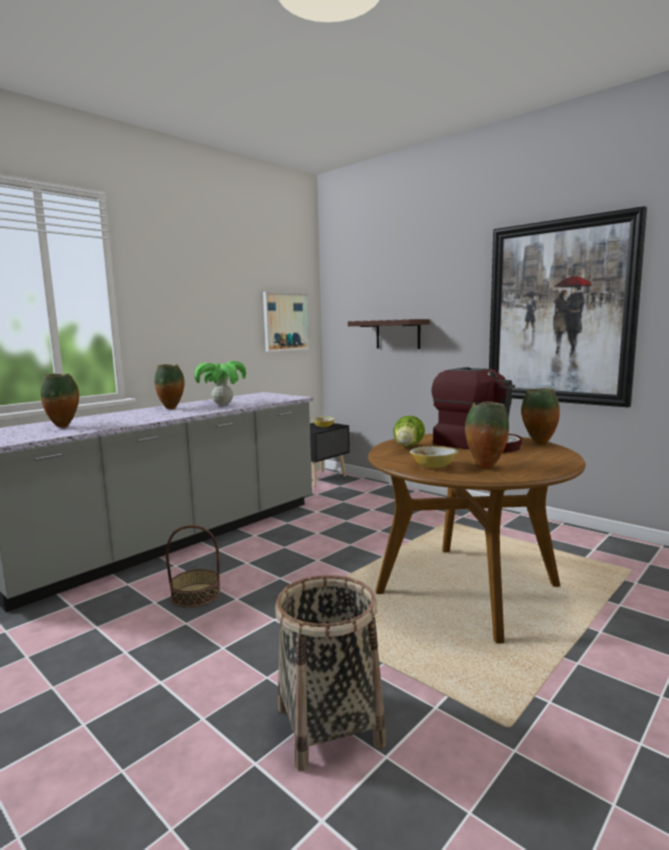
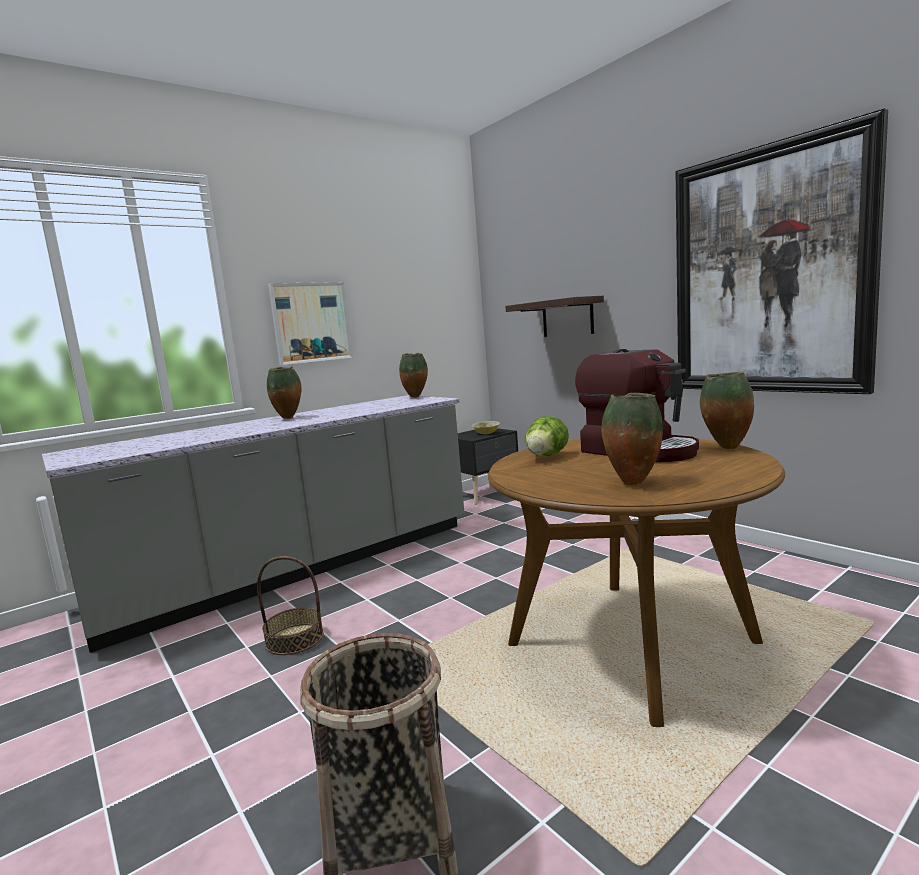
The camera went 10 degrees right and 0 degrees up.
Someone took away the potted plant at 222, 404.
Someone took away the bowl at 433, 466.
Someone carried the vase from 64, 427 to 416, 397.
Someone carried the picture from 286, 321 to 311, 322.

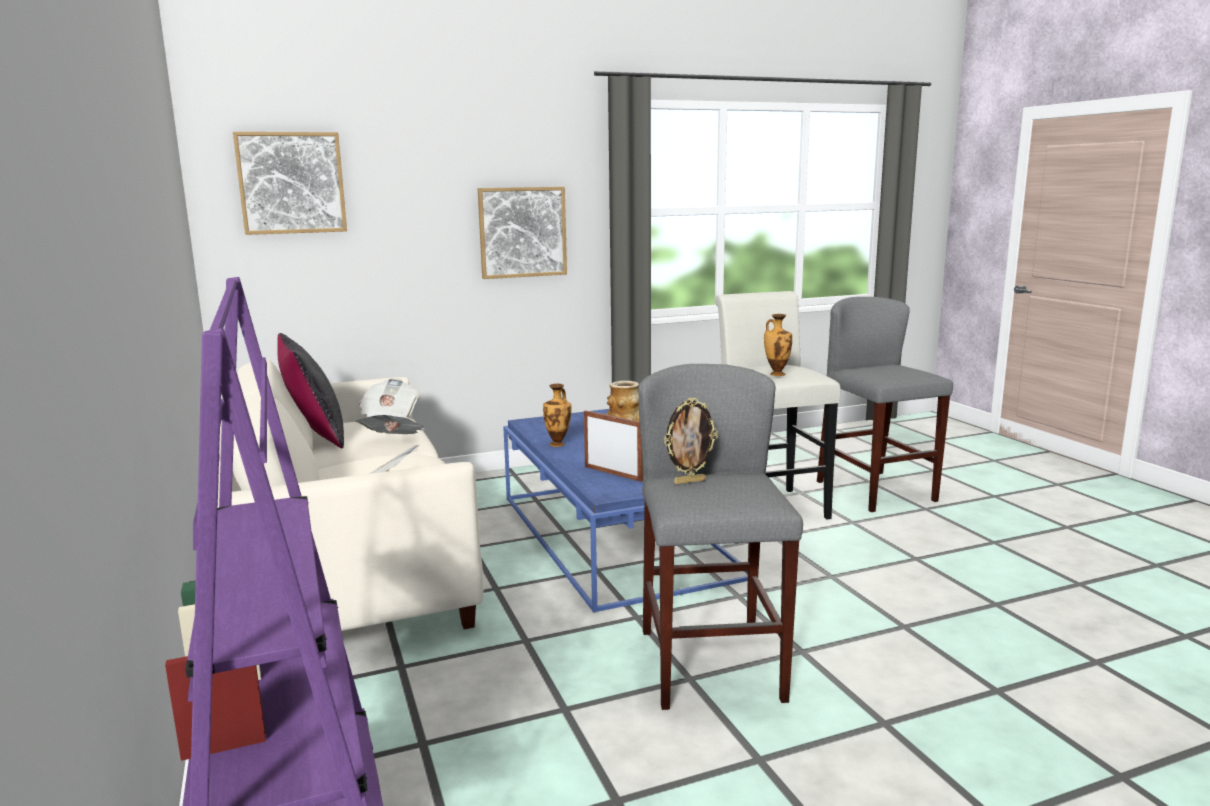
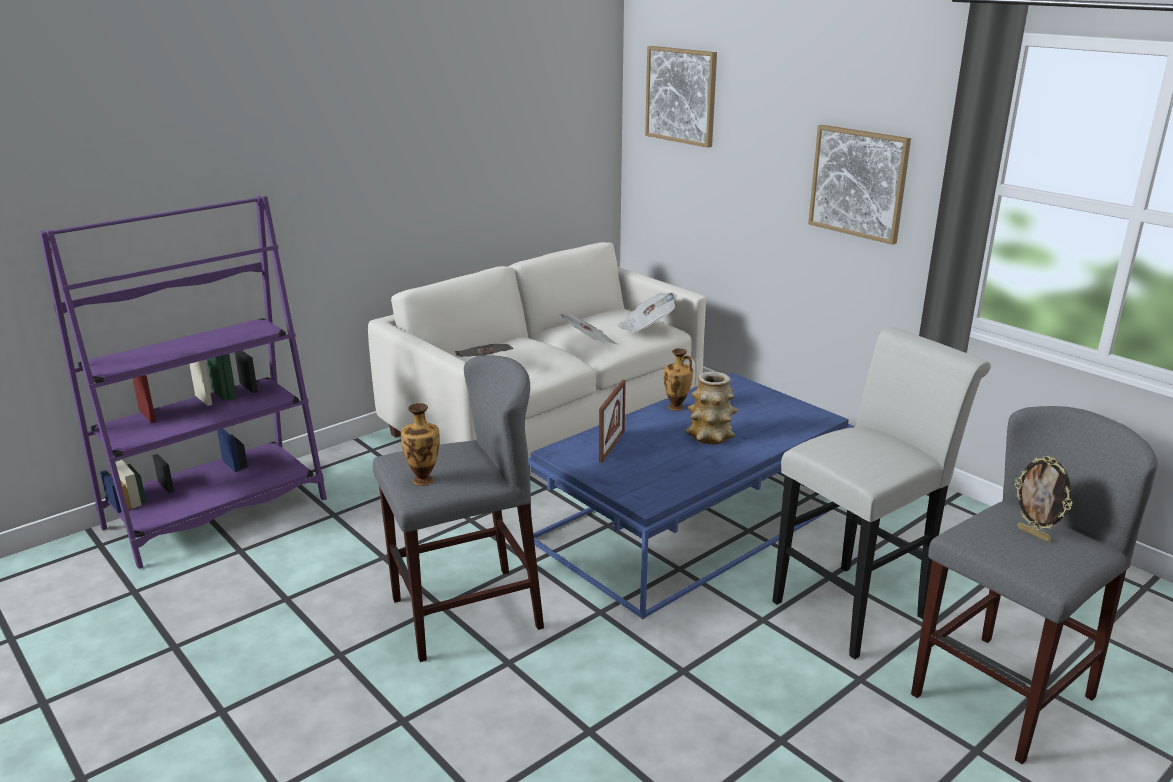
The camera went 70 degrees right and 10 degrees up.
Someone took away the pillow in black at 315, 436.
Someone carried the picture frame from 689, 481 to 1034, 534.
Someone carried the vase from 776, 374 to 423, 479.

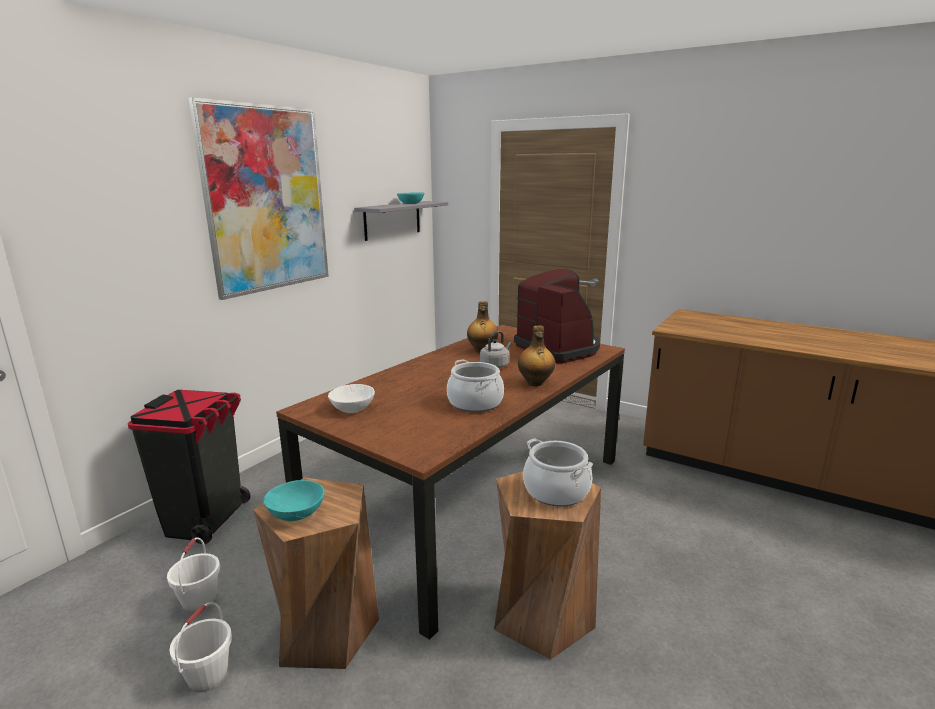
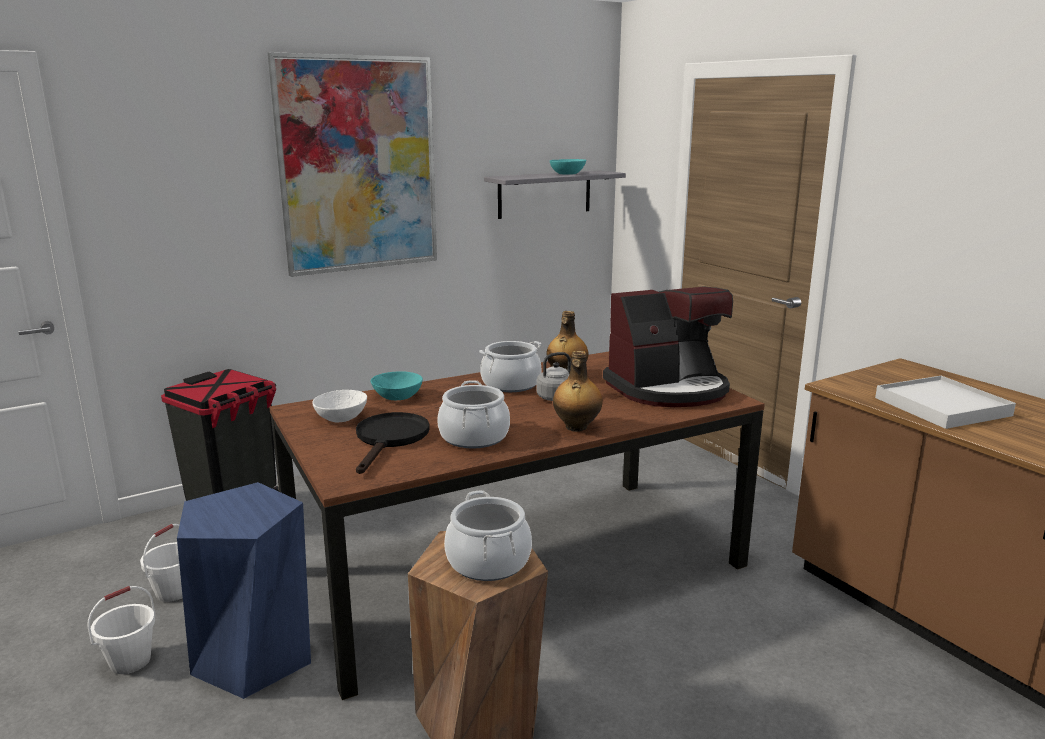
The camera went 25 degrees right and 0 degrees up.
Someone put down the frying pan in black at 390, 439.
Someone put down the cooking pot at 511, 384.
Someone put down the tray in white at 942, 406.
Someone carried the bowl in turquoise from 296, 513 to 397, 397.
Someone repainted the stool in brown at 325, 631, which became the stool in blue at 254, 656.
Someone rotated the coffee machine at 558, 348 by 75 degrees clockwise.

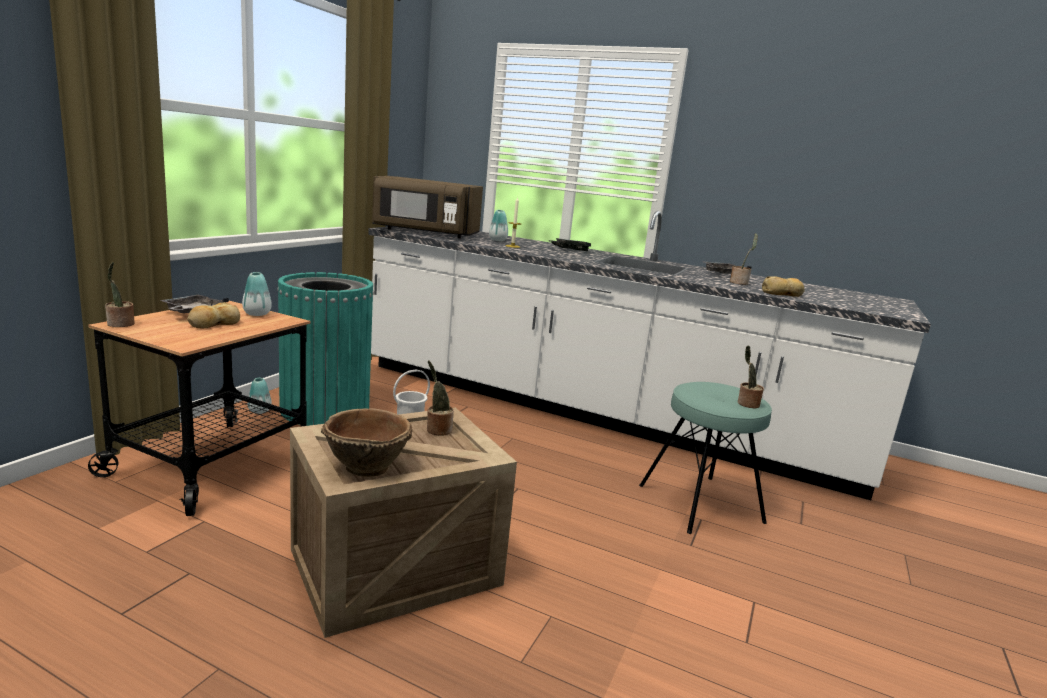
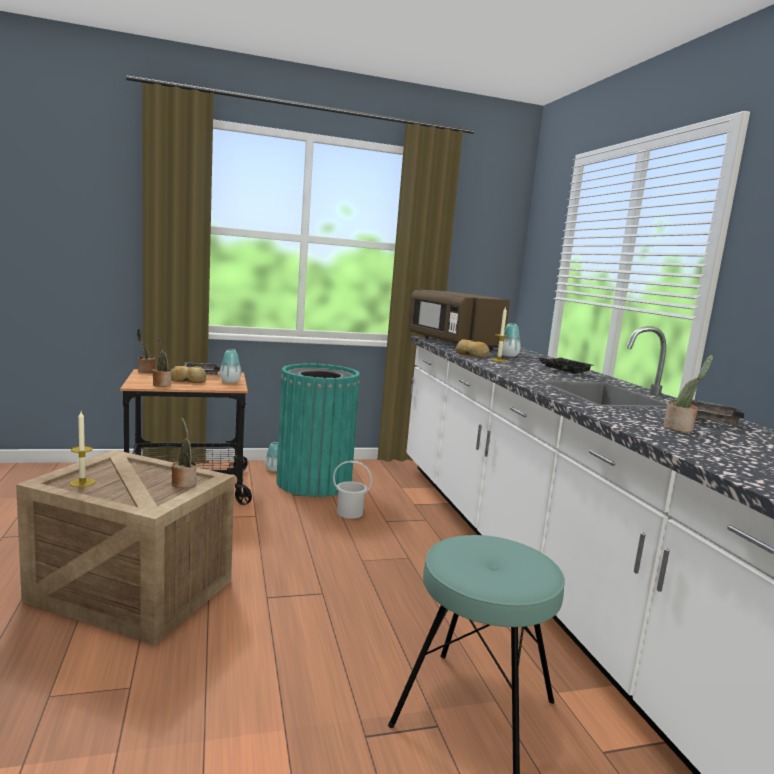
The camera went 50 degrees right and 5 degrees down.
Someone carried the potted plant from 746, 404 to 161, 384.
Someone carried the bread from 782, 294 to 471, 355.
Someone swapped the bowl in brown at 366, 467 for the candle at 82, 482.

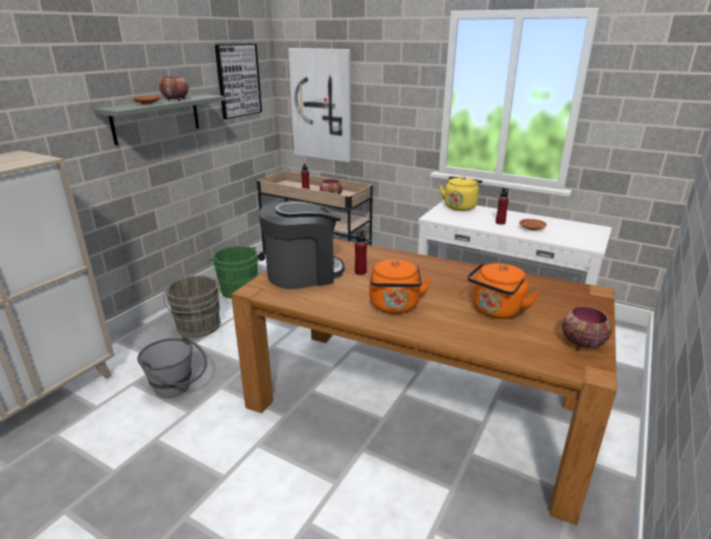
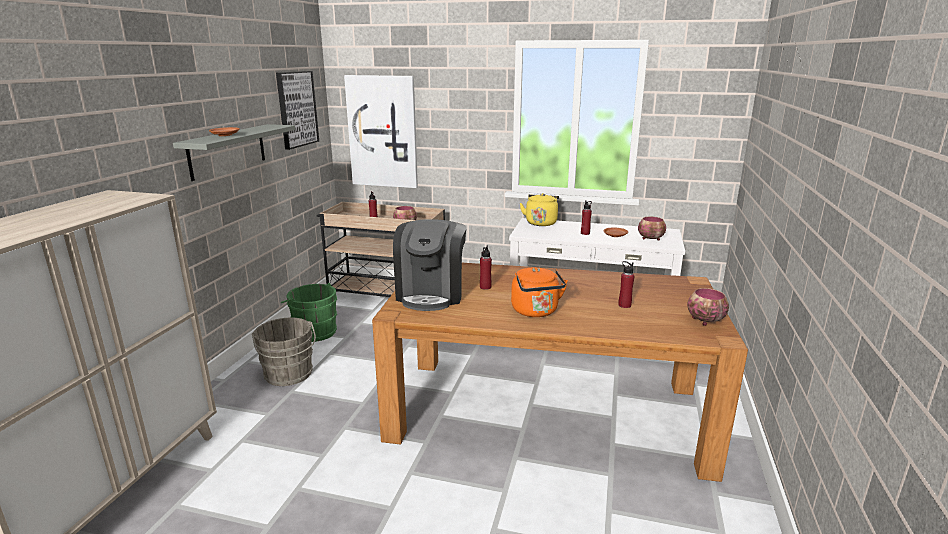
The camera went 15 degrees left and 5 degrees down.
Someone took away the bucket in grey at 178, 389.
Someone carried the bowl from 176, 100 to 651, 239.
Someone swapped the kettle in orange at 496, 311 for the bottle in red at 624, 305.
Someone rotated the coffee machine at 303, 273 by 135 degrees clockwise.

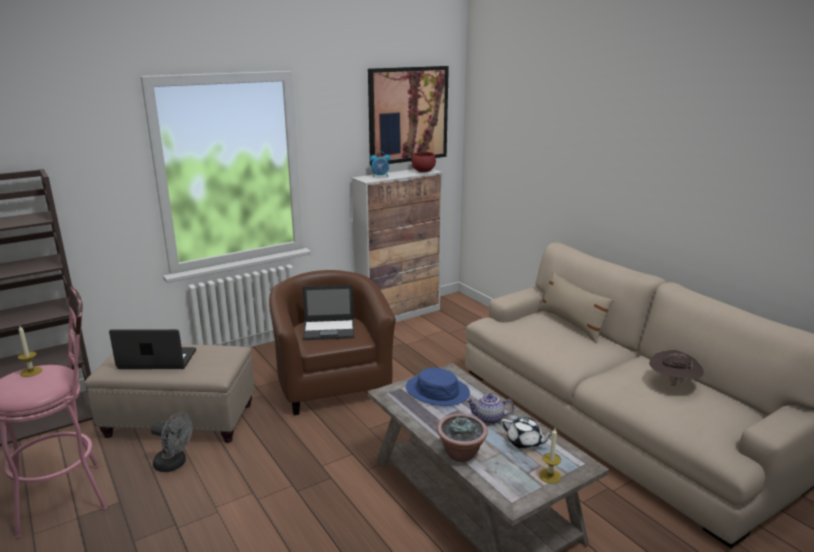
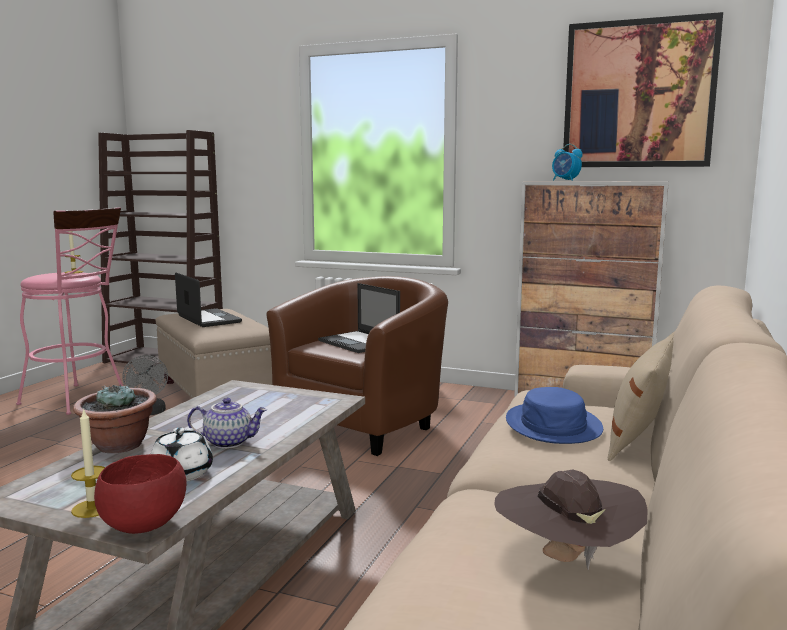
The camera went 55 degrees right and 10 degrees down.
Someone carried the hat in blue from 437, 391 to 553, 425.
Someone carried the bowl in red from 423, 171 to 143, 525.
Someone rotated the teapot at 488, 419 by 120 degrees clockwise.

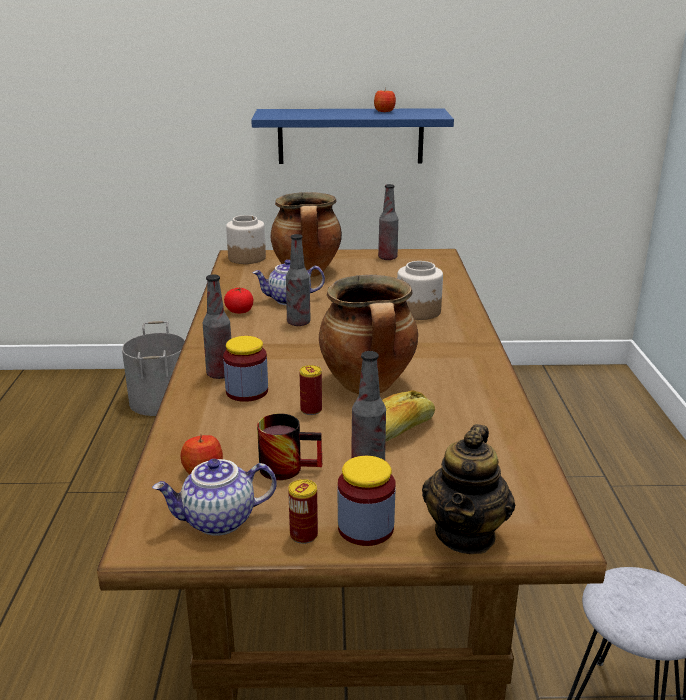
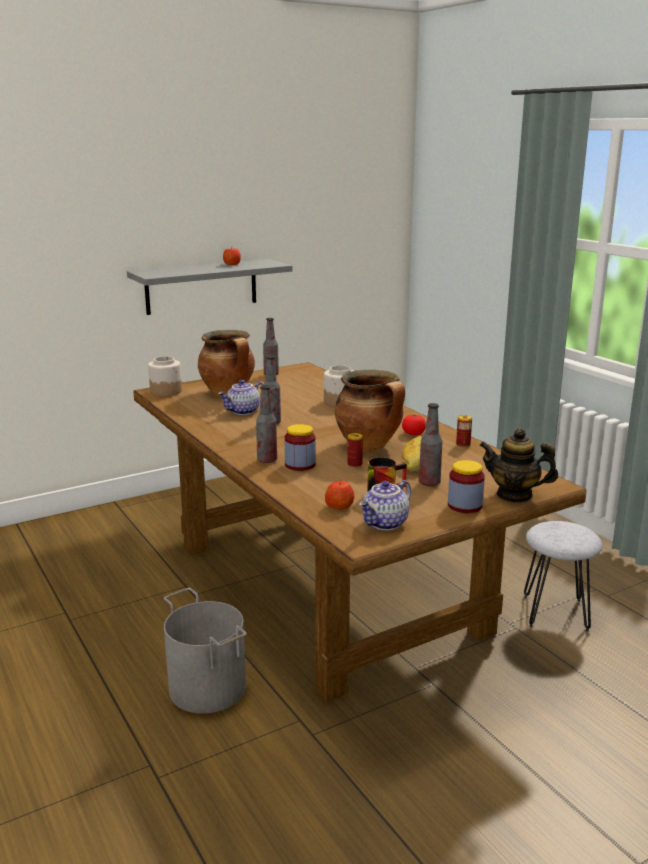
The camera went 30 degrees left and 5 degrees down.
Someone carried the bucket in grey from 159, 400 to 206, 688.
Someone carried the tomato from 239, 311 to 413, 433.
Someone carried the can from 303, 535 to 463, 445.
Someone repainted the shelf in blue at 350, 136, which became the shelf in grey at 201, 286.
Someone rotated the teapot at 466, 534 by 120 degrees clockwise.

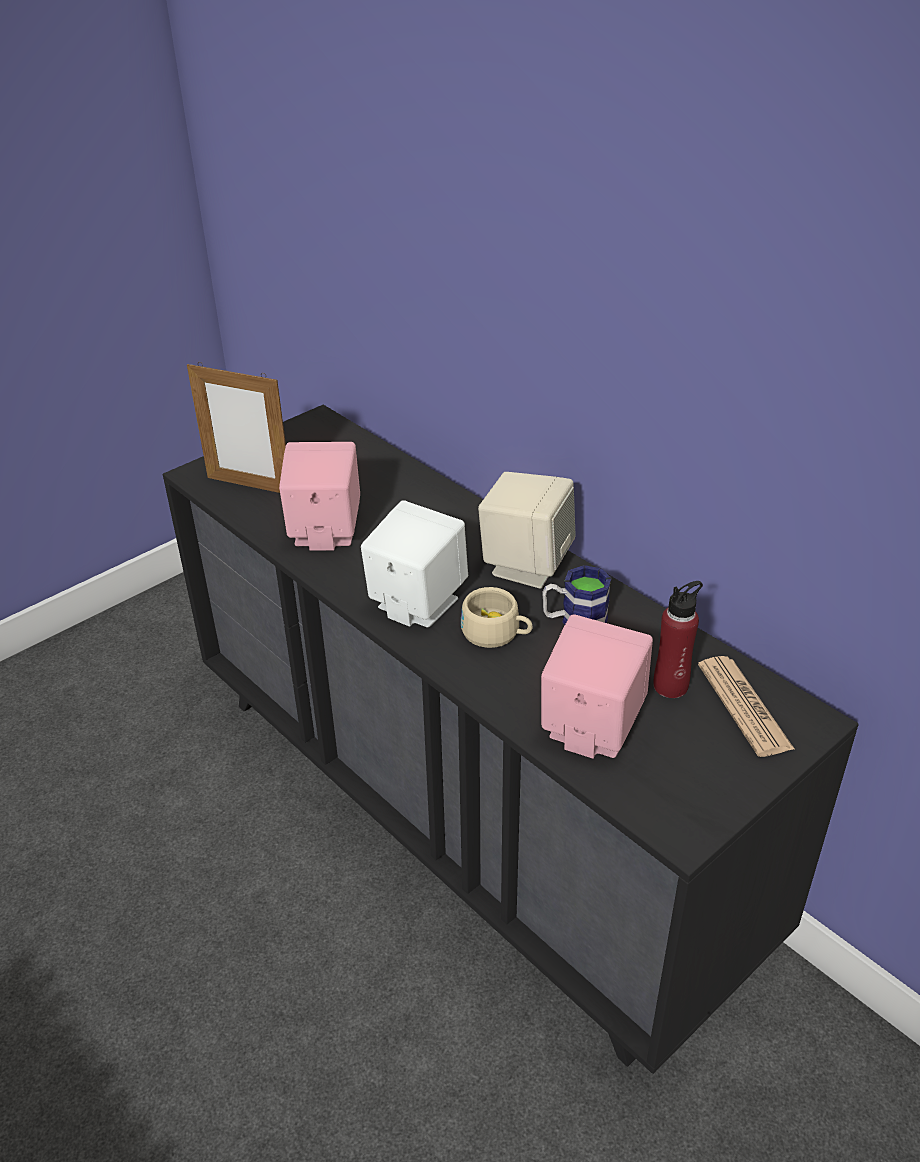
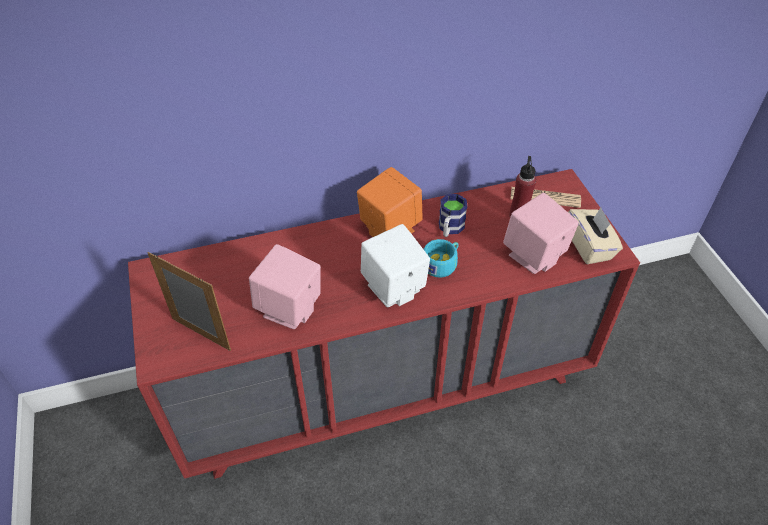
The camera went 65 degrees left and 10 degrees up.
Someone put down the tissue box in beige at 589, 247.
Someone repainted the dresser in black at 465, 815, which became the dresser in red at 385, 384.
Someone repainted the cup in beige at 496, 633, which became the cup in turquoise at 442, 263.
Someone repainted the speaker in beige at 526, 564, which became the speaker in orange at 389, 228.
Someone rotated the picture frame at 249, 486 by 105 degrees counterclockwise.

